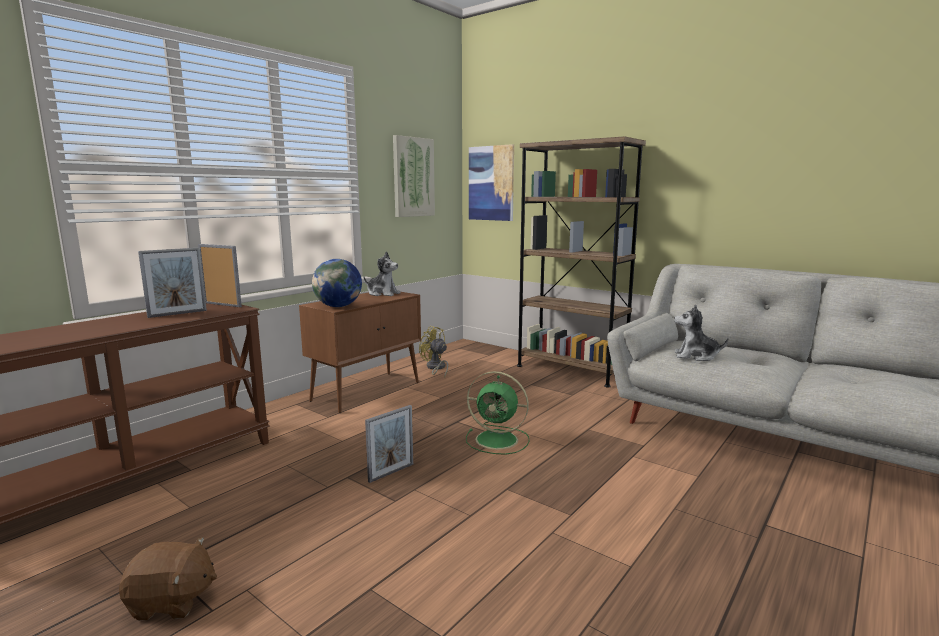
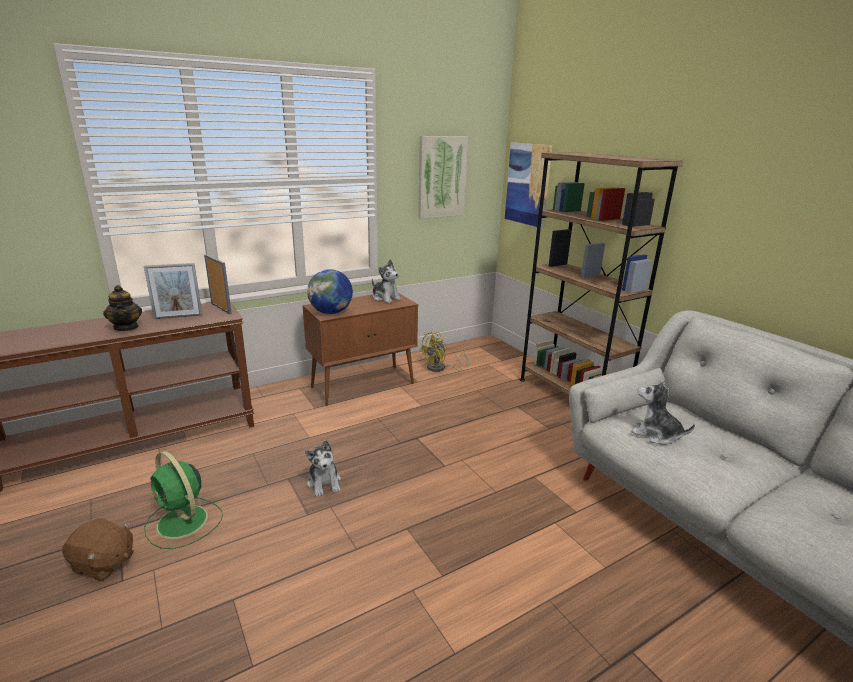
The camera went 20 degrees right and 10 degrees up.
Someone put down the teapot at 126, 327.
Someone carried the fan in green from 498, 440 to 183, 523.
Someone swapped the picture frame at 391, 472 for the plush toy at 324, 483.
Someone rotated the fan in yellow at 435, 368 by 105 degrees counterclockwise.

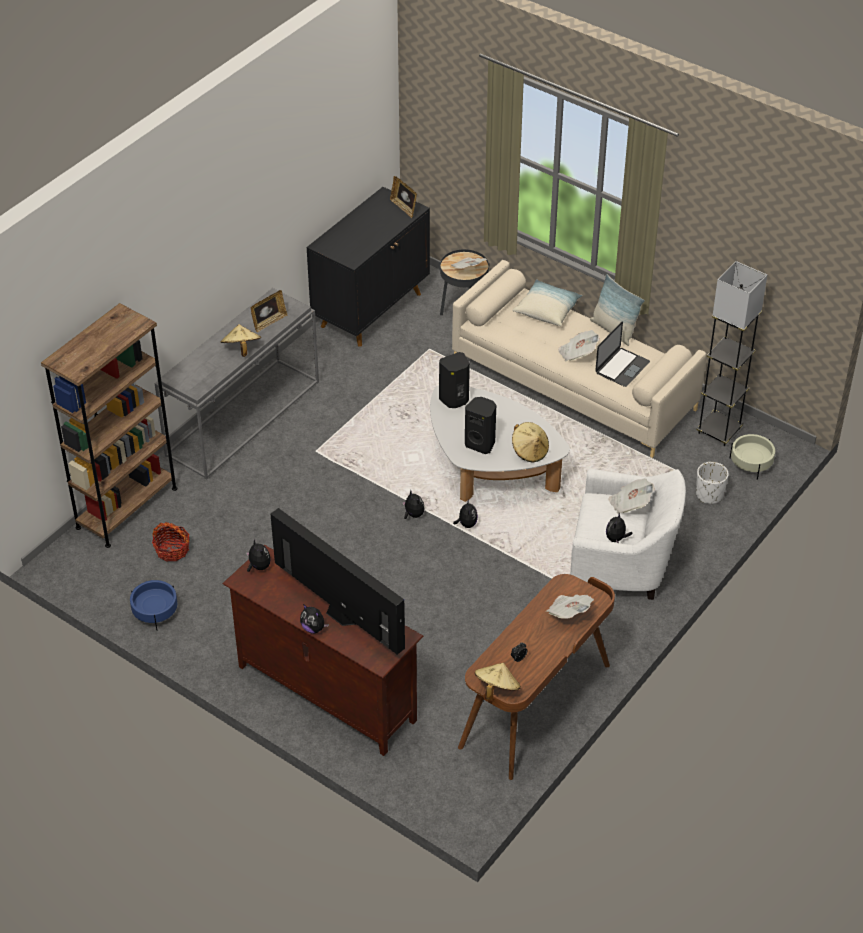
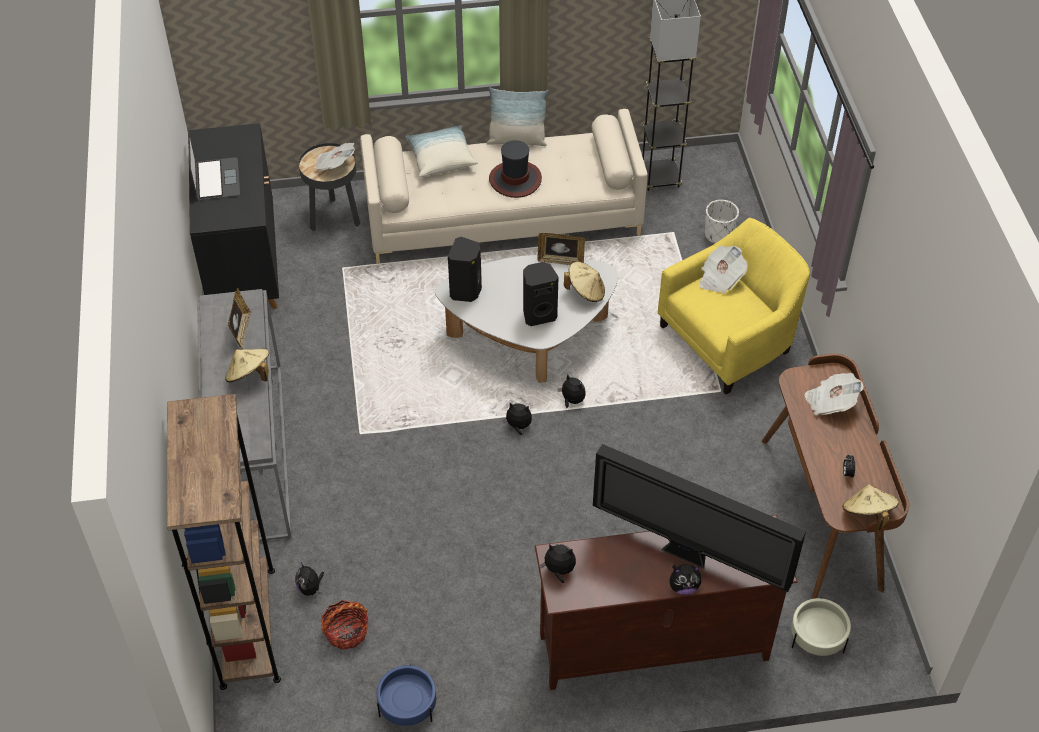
The camera went 45 degrees left and 5 degrees up.
Someone carried the picture frame from 404, 207 to 561, 261.
Someone carried the laptop from 622, 367 to 216, 179.
Someone carried the plush toy from 616, 539 to 310, 588.
Someone carried the planter in beige from 751, 464 to 817, 637.
Someone swapped the newspaper at 577, 353 for the hat at 515, 180.
Someone repainted the armchair in white at 622, 563, which became the armchair in yellow at 729, 339.
Someone rotated the television at 340, 615 by 150 degrees counterclockwise.

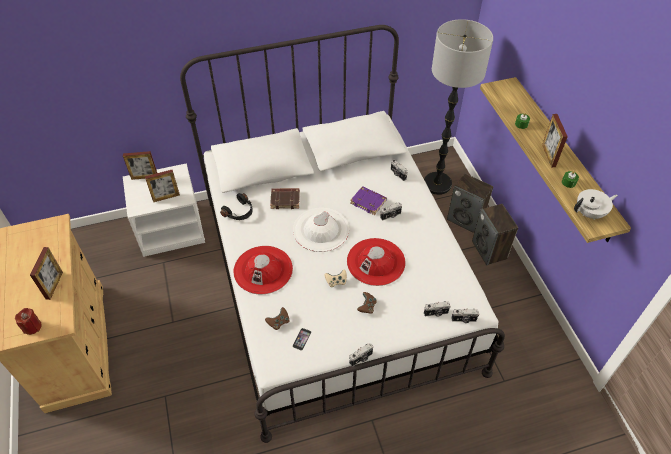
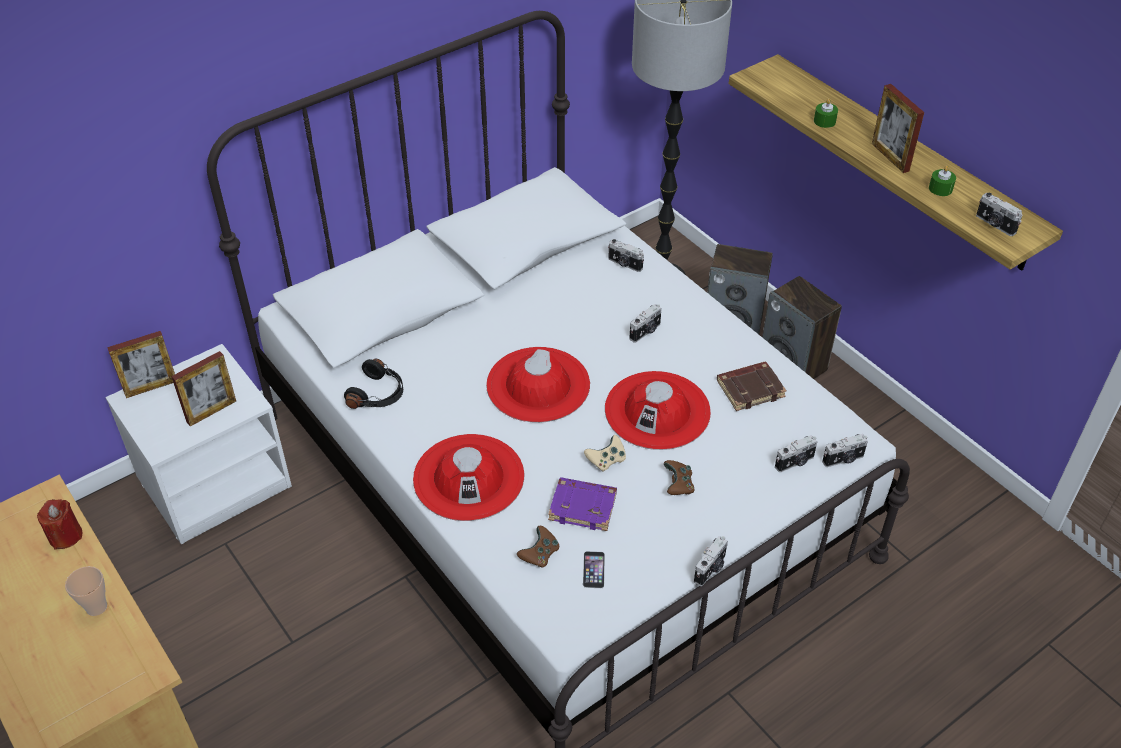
The camera went 20 degrees left and 5 degrees down.
Someone carried the candle in red from 32, 327 to 65, 536.
Someone carried the book in brown from 285, 199 to 750, 388.
Someone carried the book in purple from 368, 202 to 583, 506.
Someone swapped the picture frame at 54, 285 for the cup at 96, 607.
Someone swapped the teapot in white at 590, 213 for the photo camera at 995, 225.
Someone repainted the hat in white at 321, 229, which became the hat in red at 538, 385.

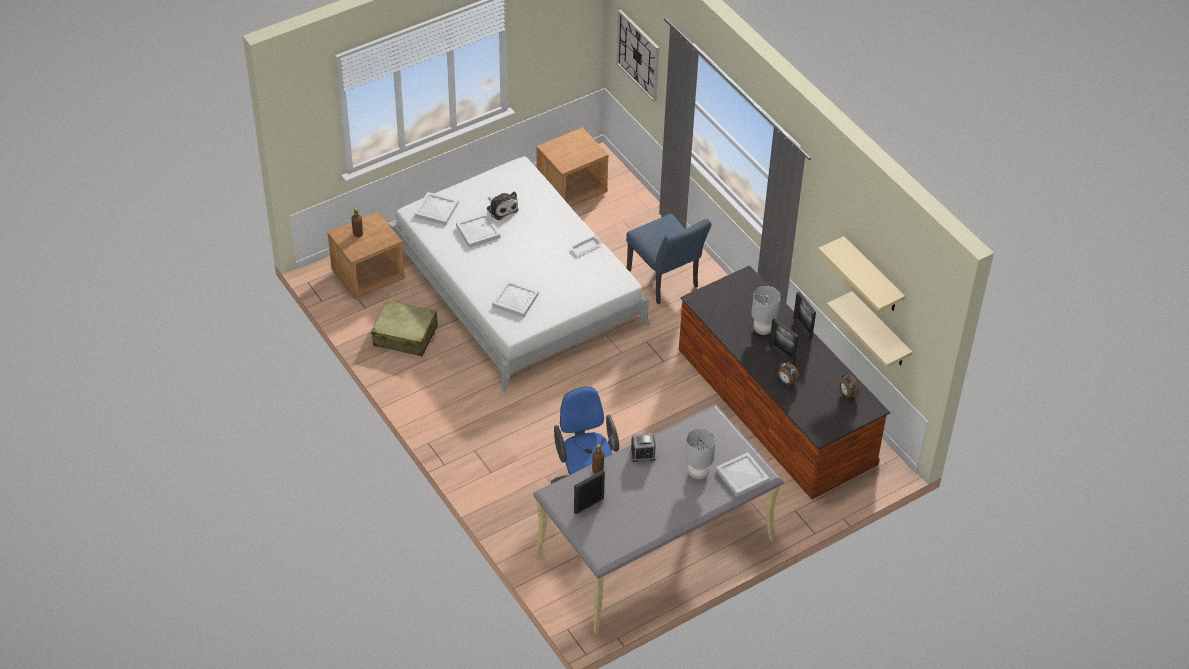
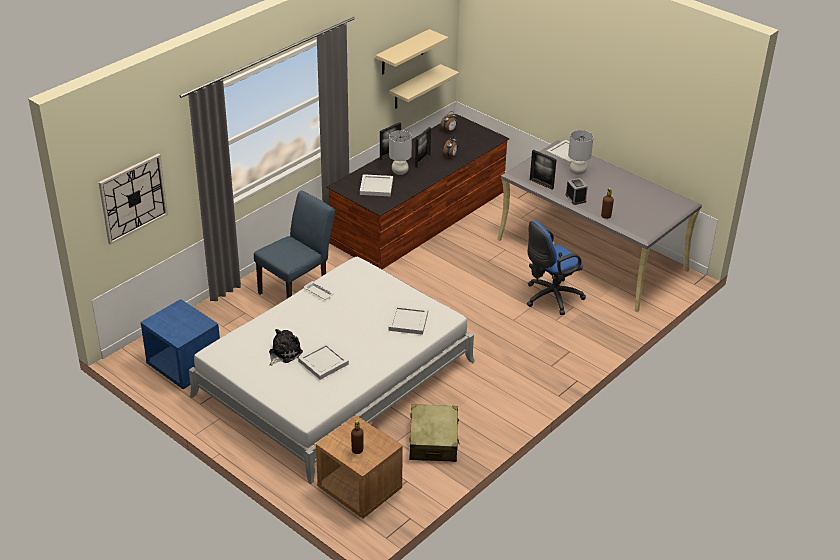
The camera went 105 degrees left and 10 degrees down.
Someone carried the tray in white from 436, 209 to 376, 187.
Someone carried the picture frame from 588, 505 to 541, 184.
Someone repainted the nightstand in brown at 572, 190, which became the nightstand in blue at 184, 366.

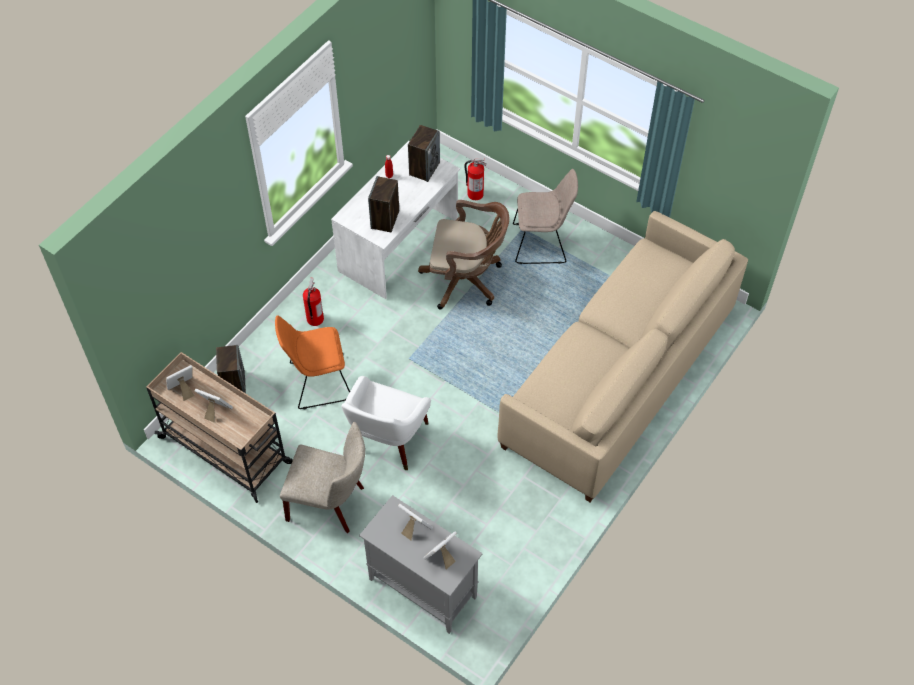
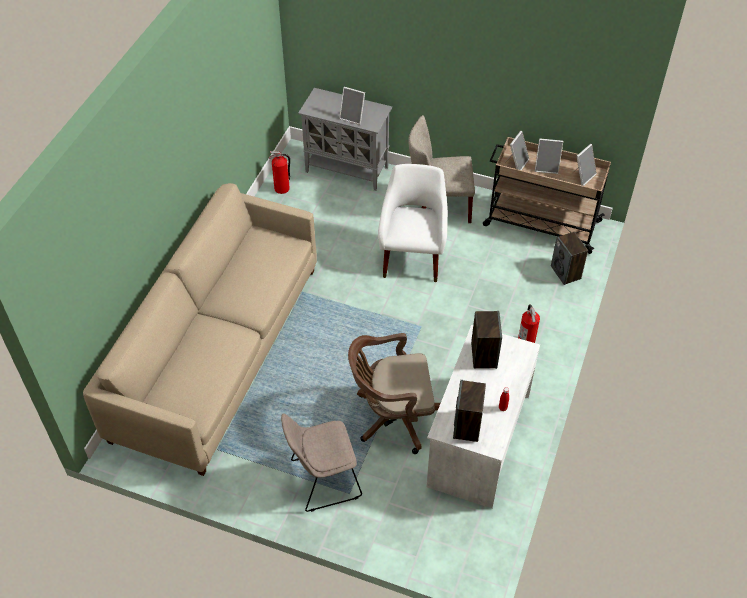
The camera went 165 degrees right and 5 degrees down.
Someone took away the chair in orange at 317, 382.
Someone carried the picture frame from 441, 556 to 516, 163.
Someone carried the fire extinguisher from 475, 194 to 282, 189.

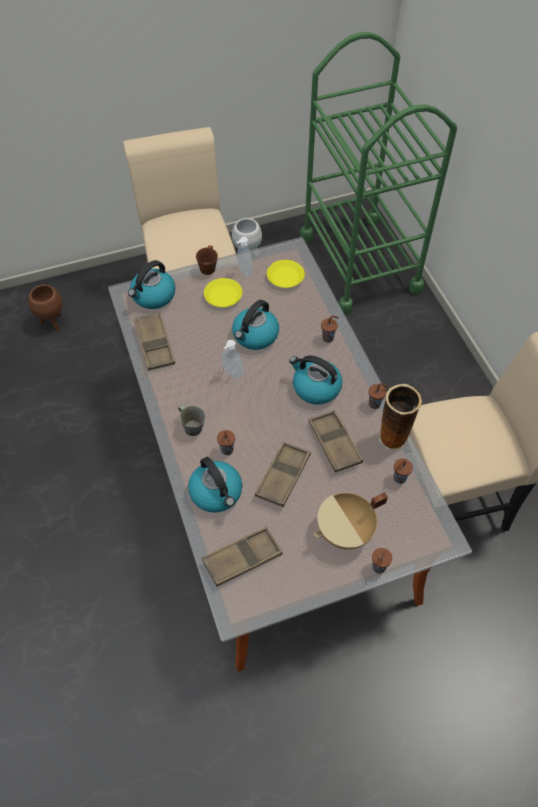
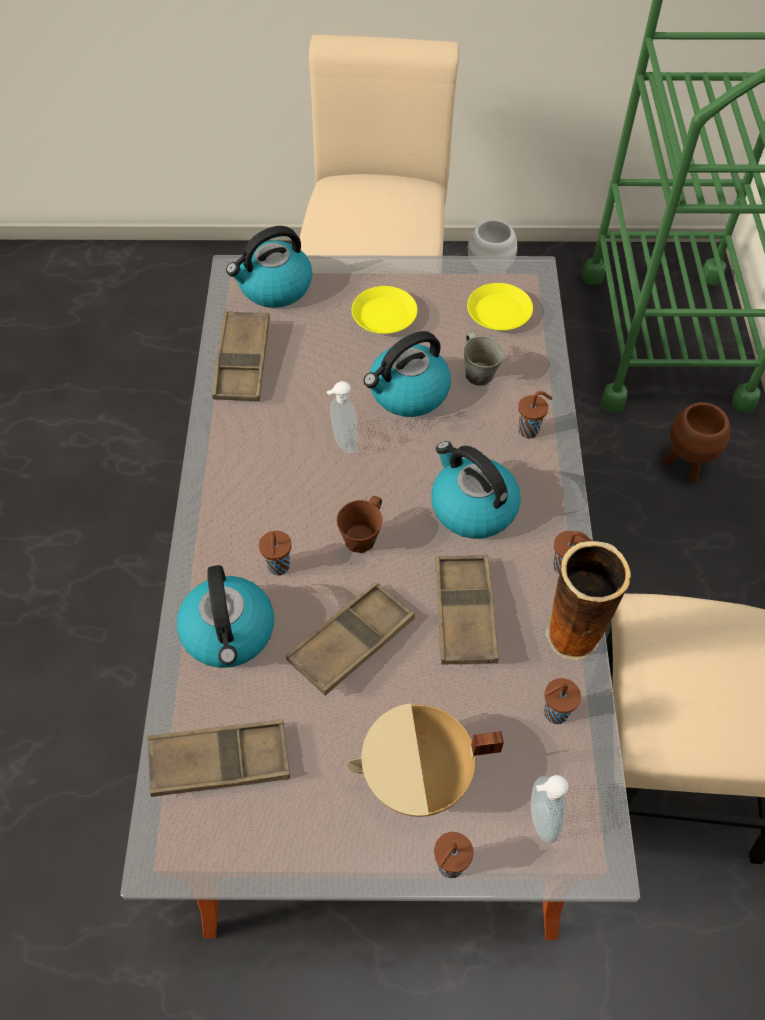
The camera went 20 degrees right and 0 degrees up.
Someone carried the planter in brown from 53, 323 to 686, 466.
Someone carried the mug in grey from 192, 427 to 479, 373.
Someone carried the mug in brown from 208, 268 to 362, 538.
Someone carried the soap dispenser from 244, 272 to 539, 820.

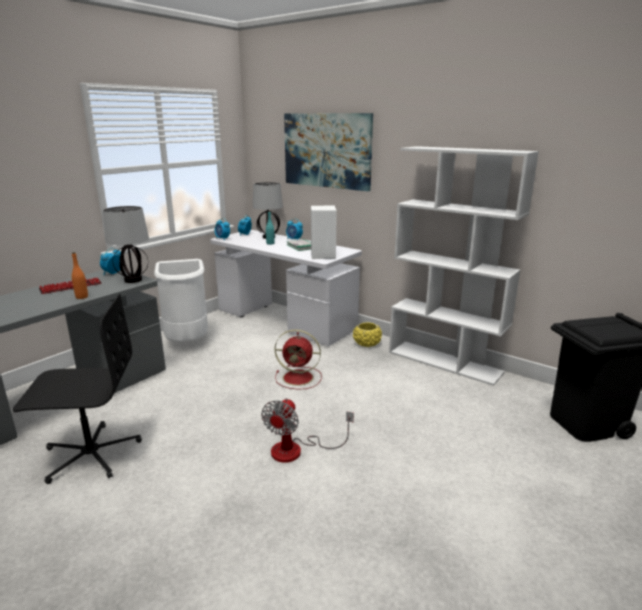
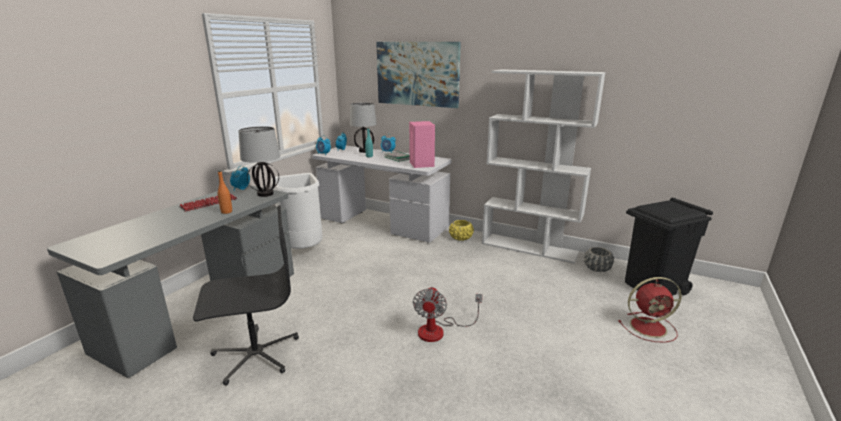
The camera went 10 degrees left and 0 degrees up.
Someone put down the planter in grey at 597, 268.
Someone carried the fan in red from 299, 378 to 649, 327.
Someone repainted the speaker in white at 323, 255, which became the speaker in pink at 422, 164.

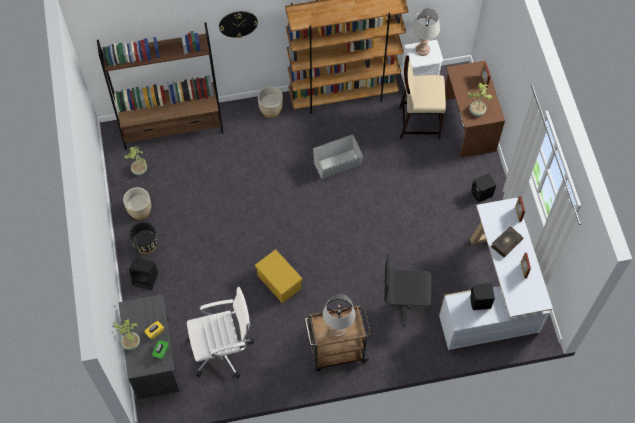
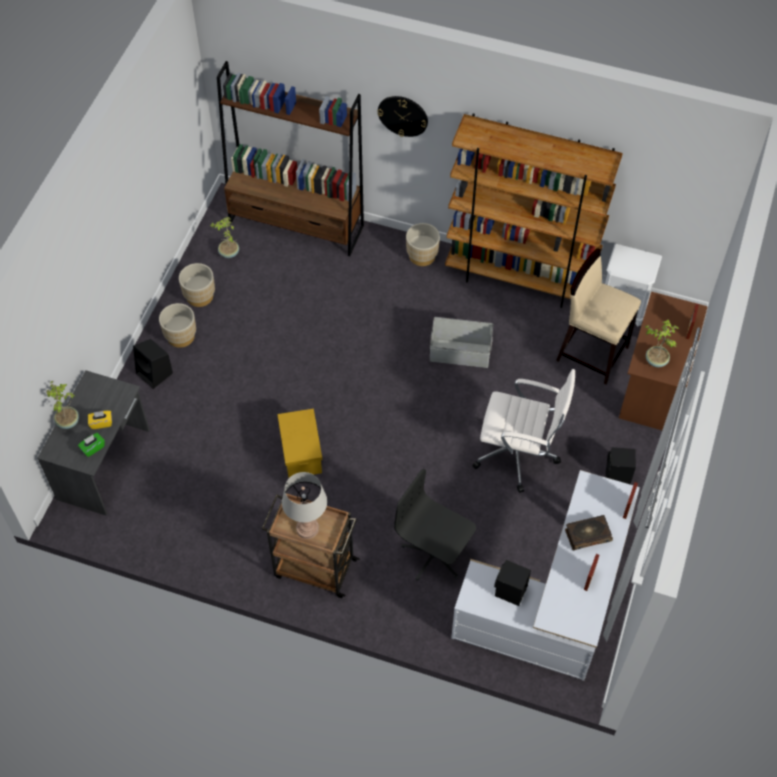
The camera went 30 degrees right and 5 degrees down.
Someone took away the table lamp in grey at 422, 50.
Someone carried the office chair in white from 223, 350 to 518, 454.
Someone repainted the planter in black at 146, 244, which became the planter in beige at 181, 336.

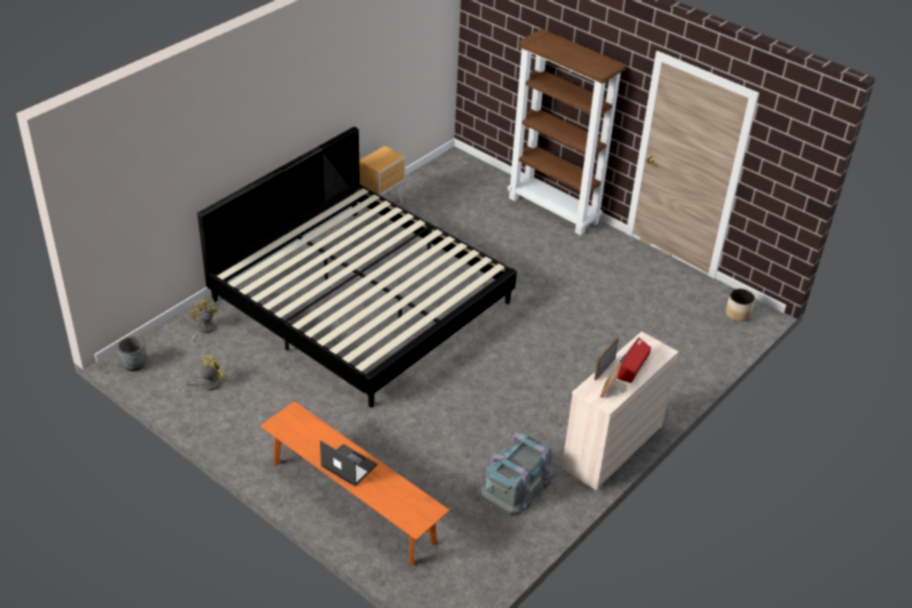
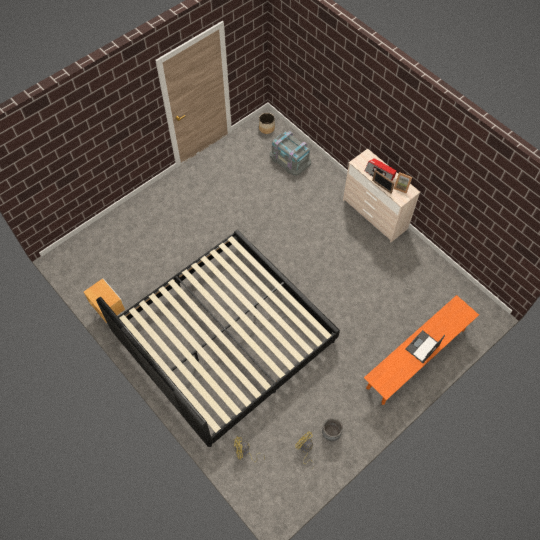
The camera went 80 degrees left and 20 degrees up.
Someone took away the bookcase in brown at 554, 210.
Someone carried the planter in grey from 134, 365 to 331, 433.
Someone carried the storage box in grey from 516, 484 to 290, 159.

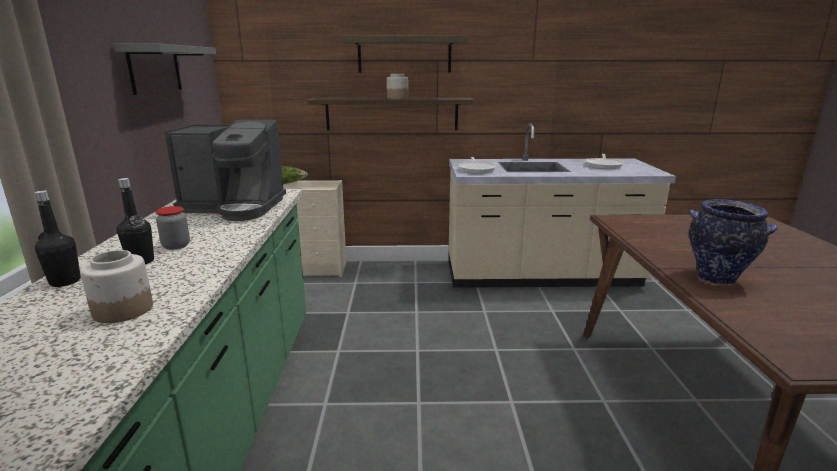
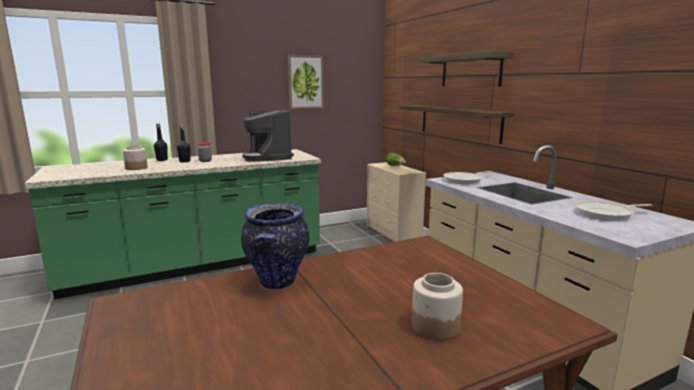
The camera went 65 degrees right and 5 degrees down.
Someone carried the jar from 397, 98 to 434, 326.
Someone swapped the shelf in grey at 155, 69 for the picture at 305, 82.

